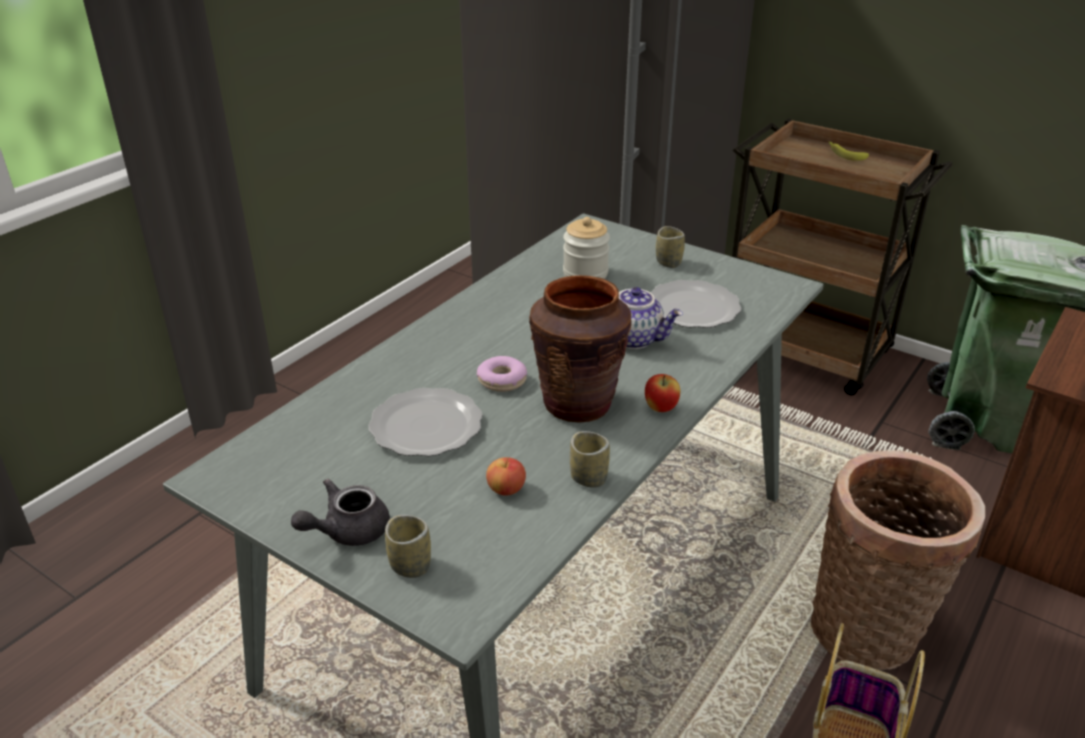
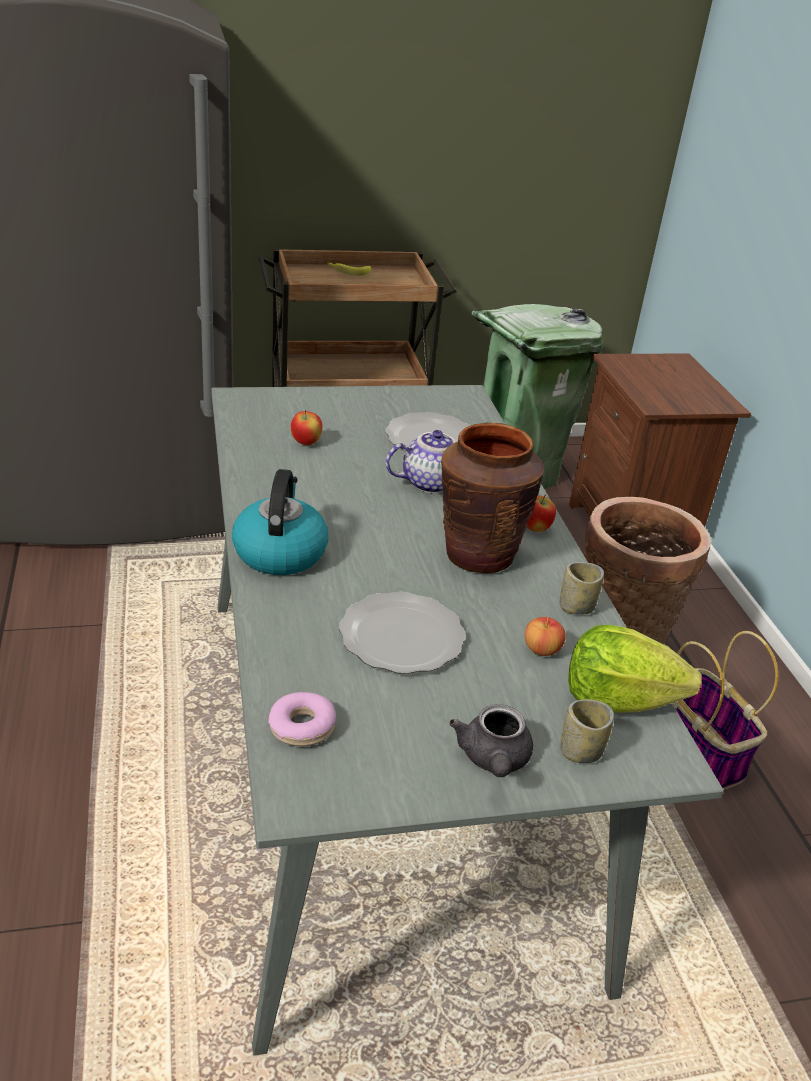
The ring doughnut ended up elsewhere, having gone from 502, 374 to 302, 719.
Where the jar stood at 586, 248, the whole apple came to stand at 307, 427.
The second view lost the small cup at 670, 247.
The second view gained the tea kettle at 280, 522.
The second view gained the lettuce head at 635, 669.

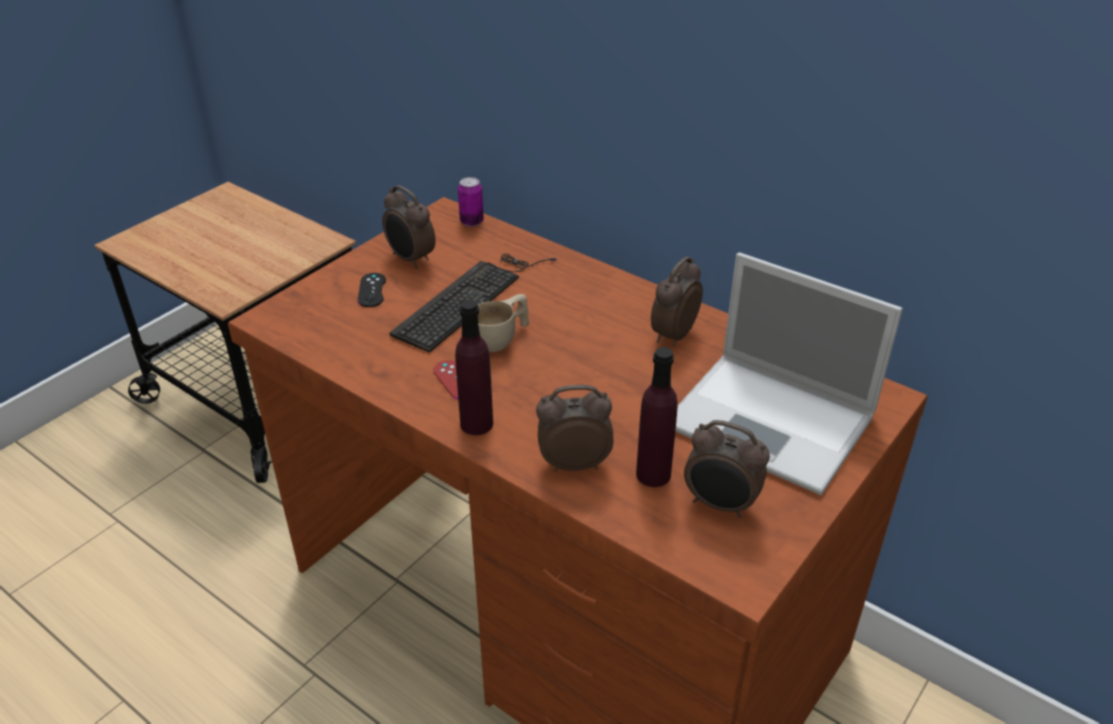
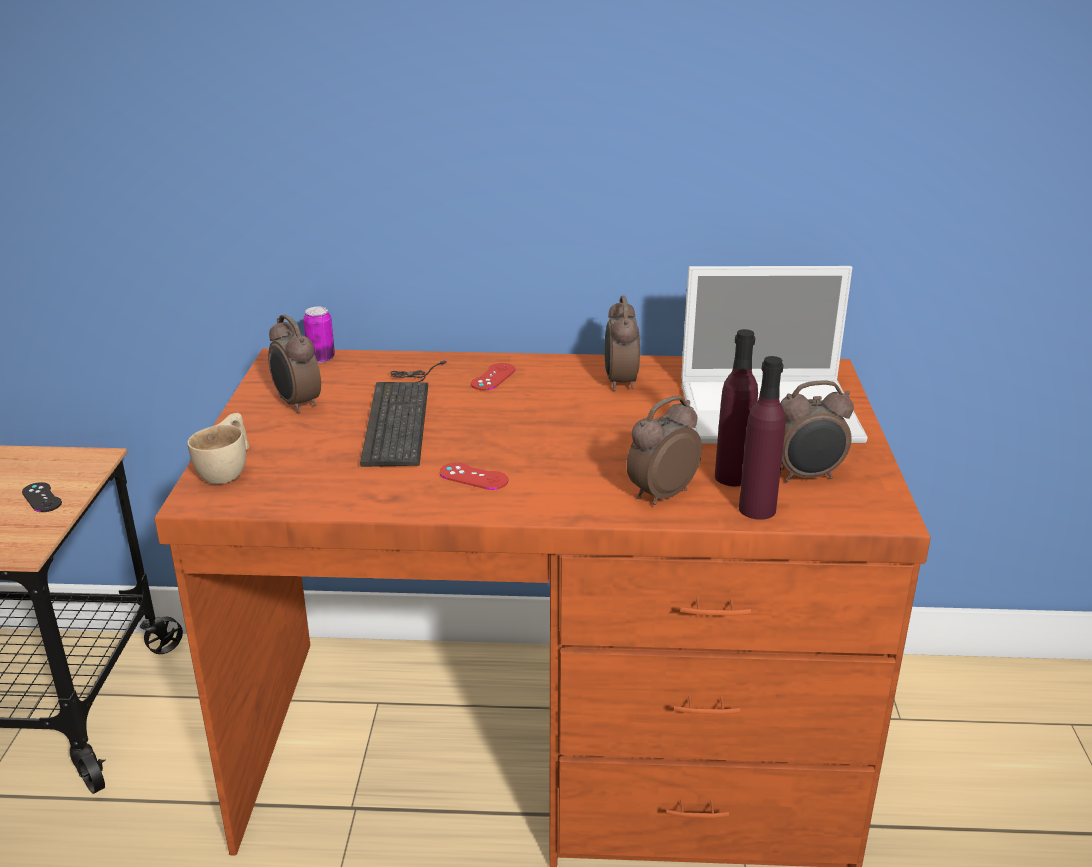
The blackish gamepad ended up elsewhere, having gone from 372, 290 to 42, 497.
The alarm clock at 409, 227 ended up facing another way, 45 degrees clockwise from before.
The purplish bottle ended up elsewhere, having gone from 474, 367 to 762, 438.
The beige-coloured small cup ended up elsewhere, having gone from 503, 323 to 218, 448.
The second view gained the red gamepad at 493, 376.

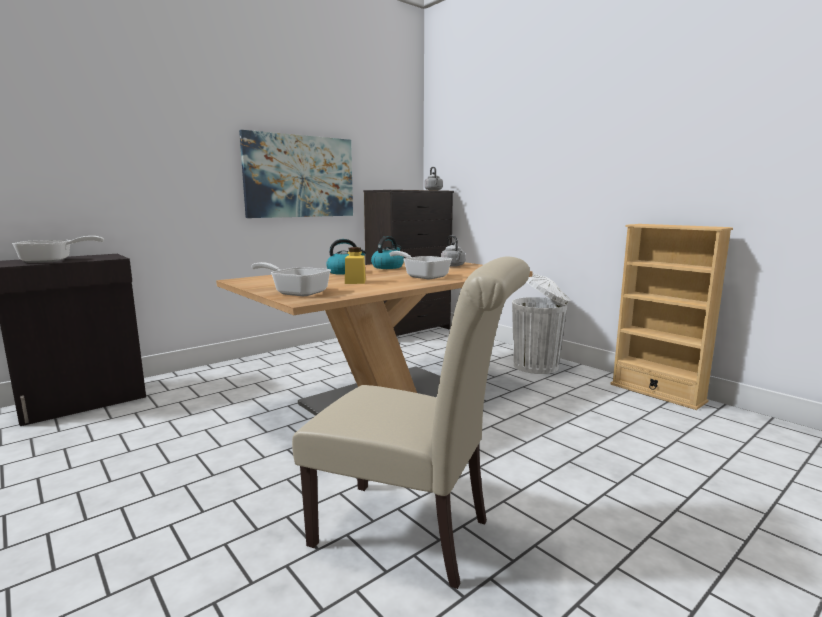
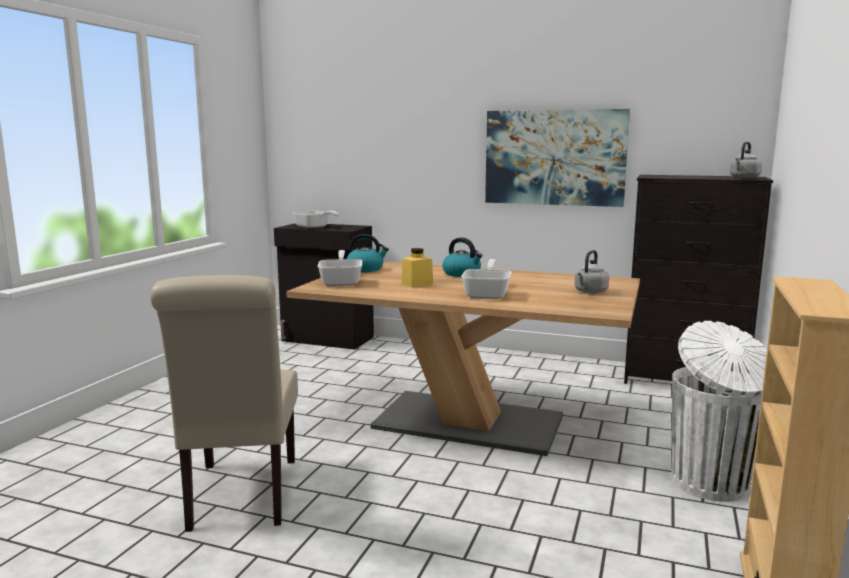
The tea kettle ended up elsewhere, having gone from 387, 252 to 368, 253.

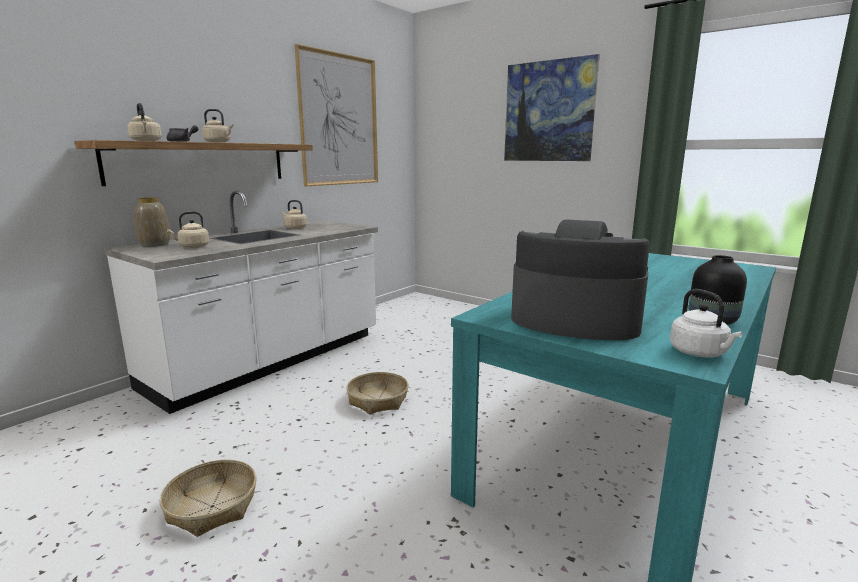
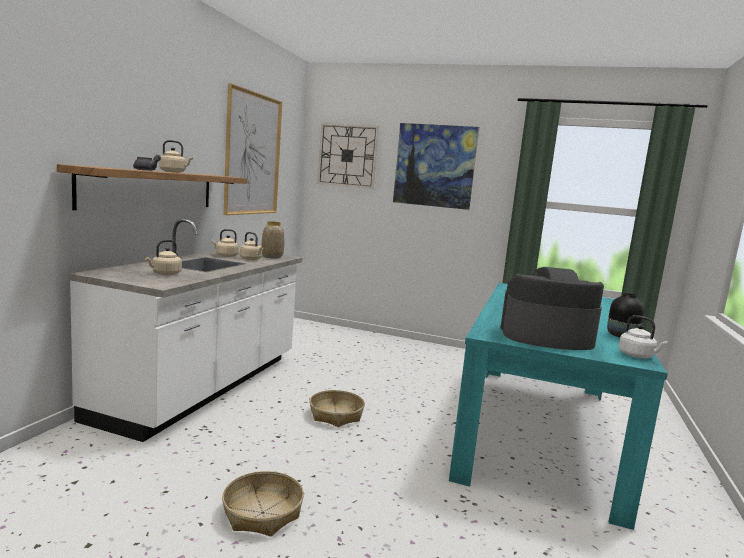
The beige-coloured tea kettle ended up elsewhere, having gone from 144, 122 to 251, 246.
The decorative vase ended up elsewhere, having gone from 152, 222 to 272, 239.
The second view gained the wall clock at 348, 156.

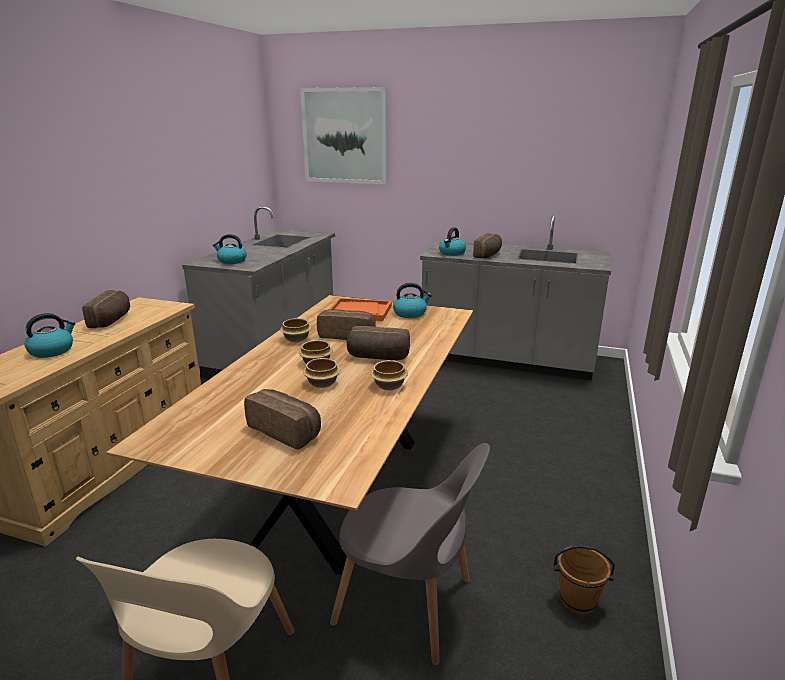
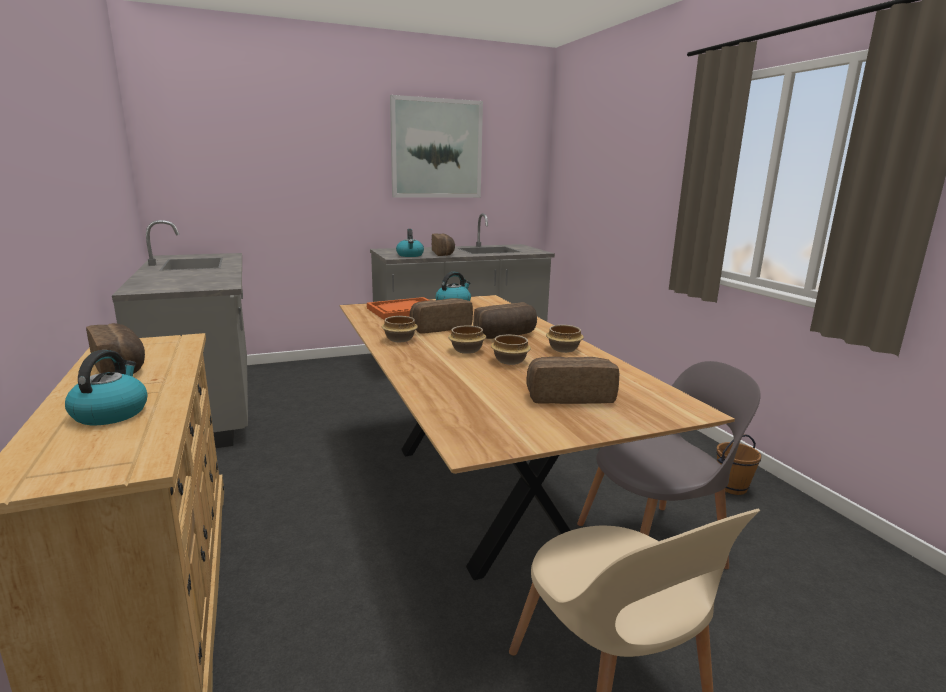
The second view lost the tea kettle at 229, 249.
The wall art ended up elsewhere, having gone from 343, 135 to 436, 146.

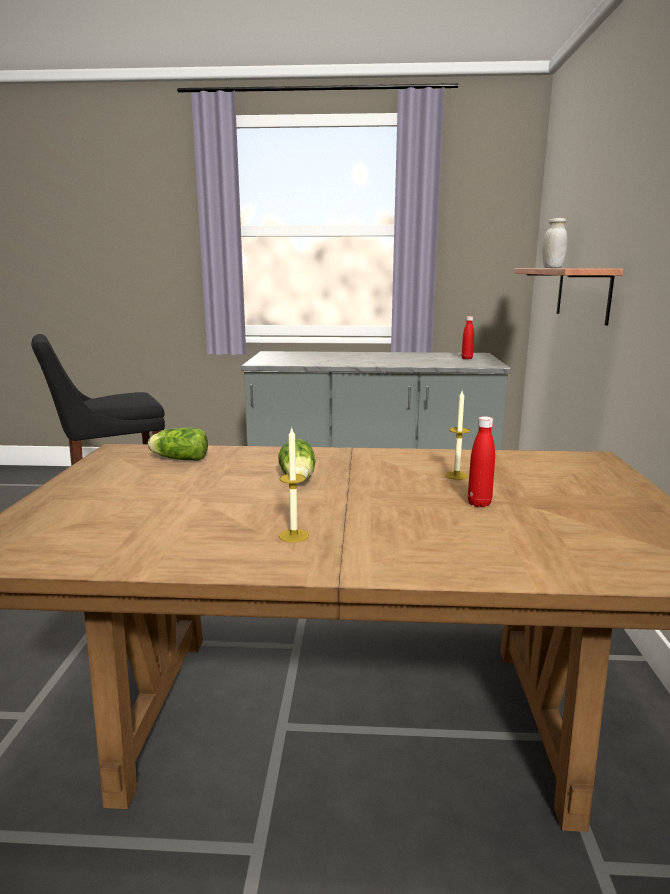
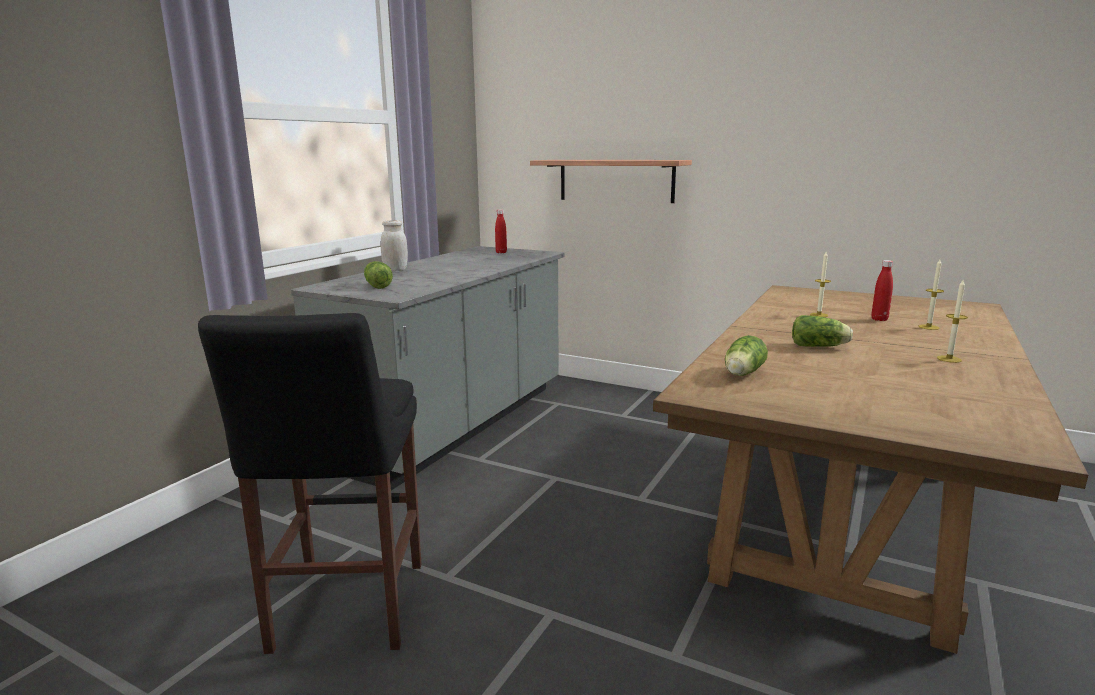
The white jar ended up elsewhere, having gone from 554, 243 to 394, 245.
The second view gained the lettuce head at 378, 275.
The second view gained the wax candle at 931, 294.

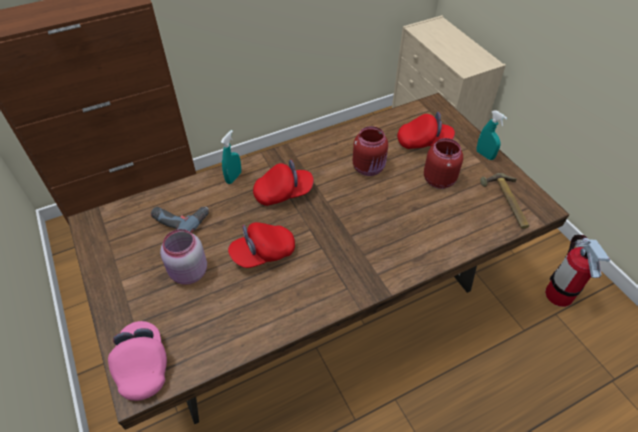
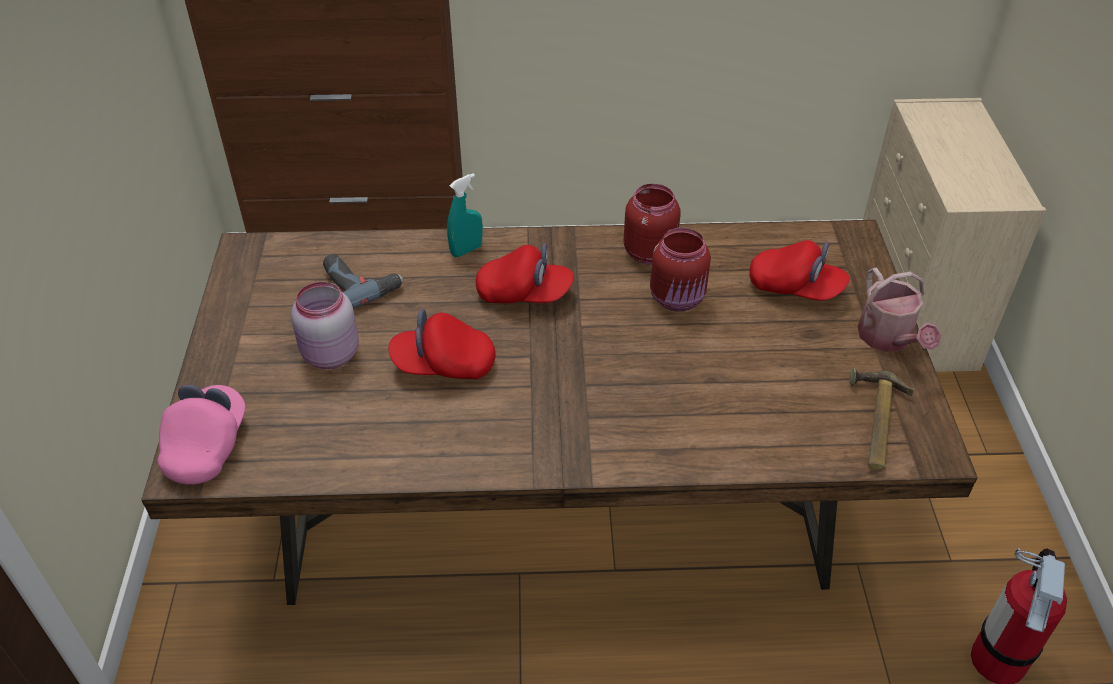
The red jar ended up elsewhere, having gone from 443, 163 to 652, 224.
Where the turquoise spray bottle stood at 491, 135, the watering pot came to stand at 900, 309.

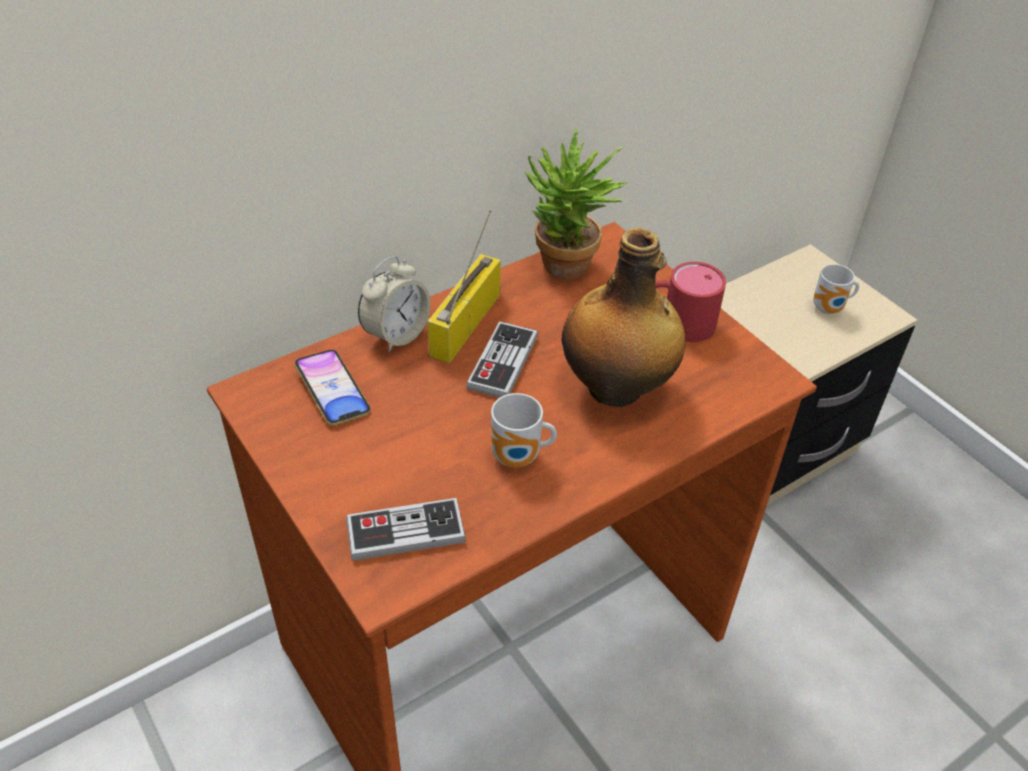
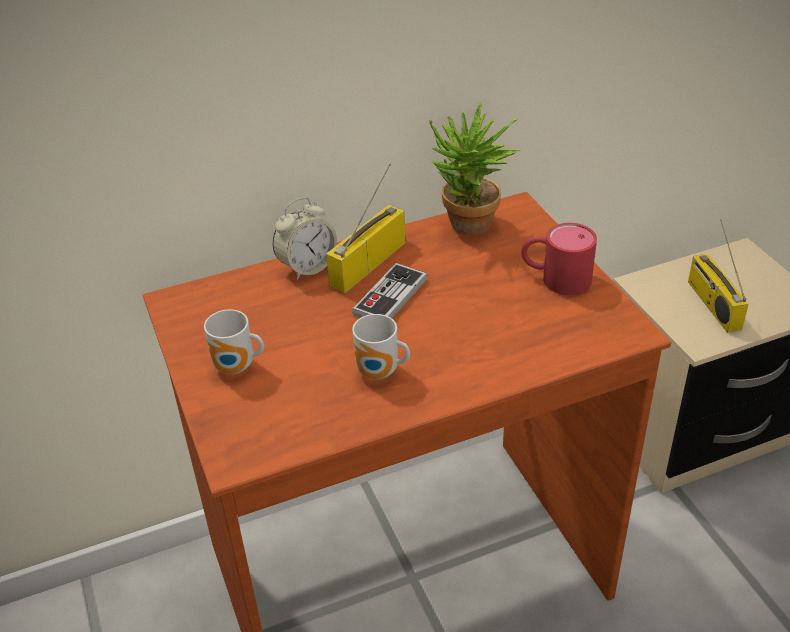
The second view lost the telephone at 332, 388.
The second view lost the gamepad at 406, 529.
The second view lost the bottle at 623, 317.
The tea mug ended up elsewhere, having gone from 836, 289 to 234, 341.
The second view gained the radio set at 718, 276.

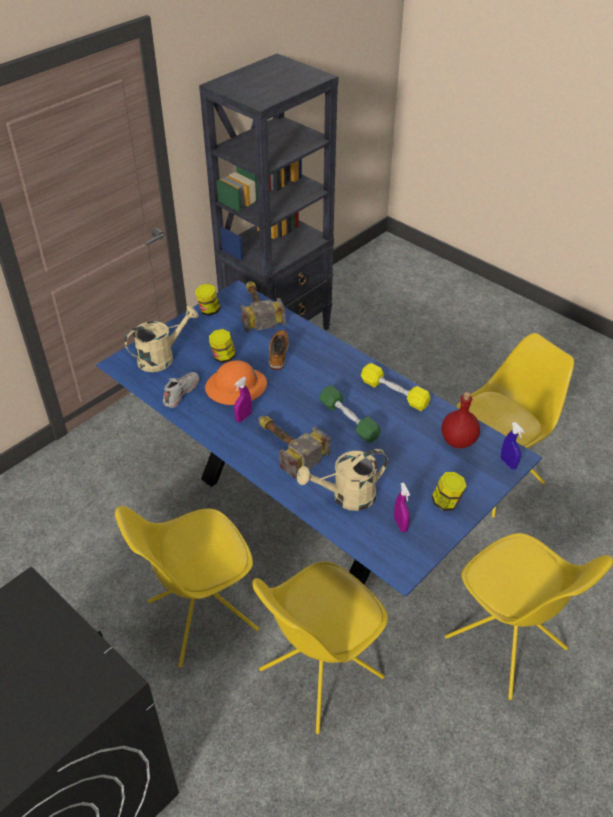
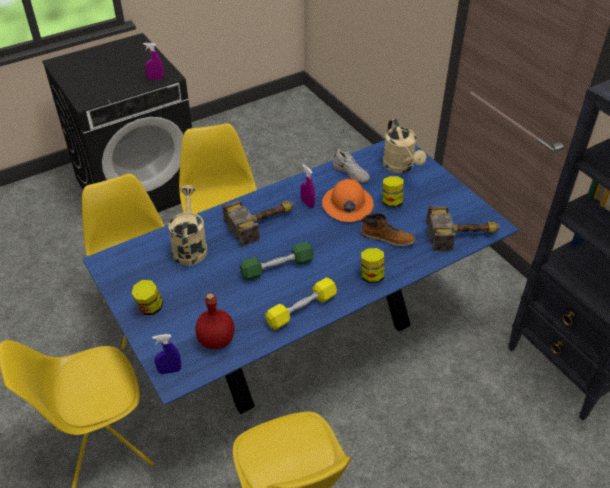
The jar ended up elsewhere, having gone from 208, 300 to 372, 265.
The purplish spray bottle ended up elsewhere, having gone from 402, 507 to 153, 61.

